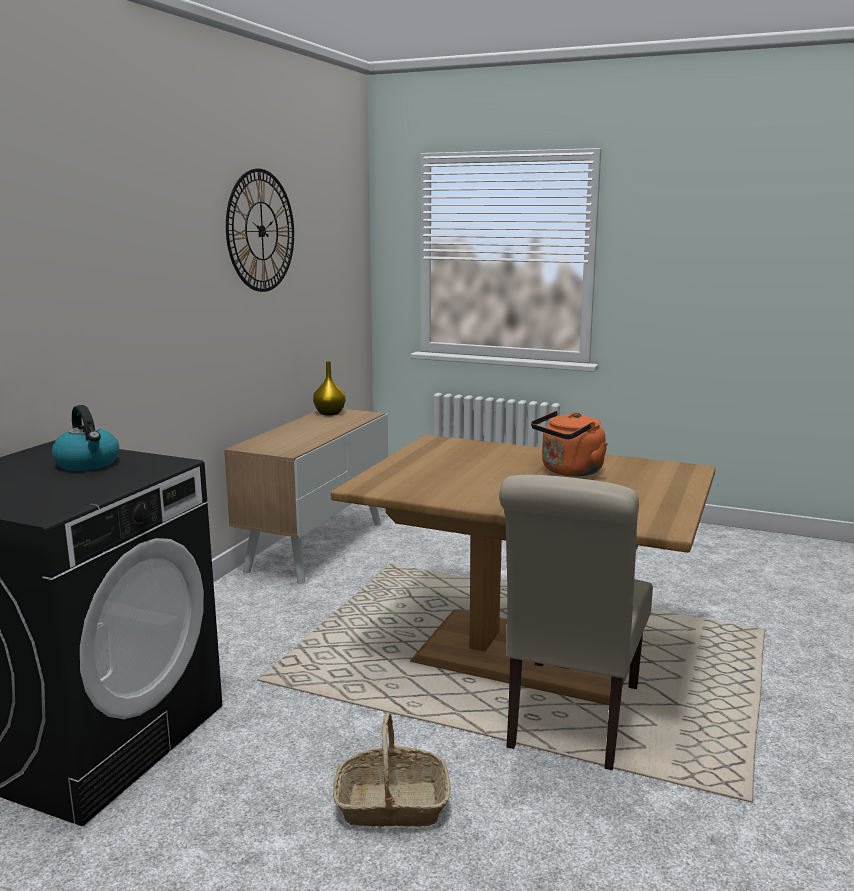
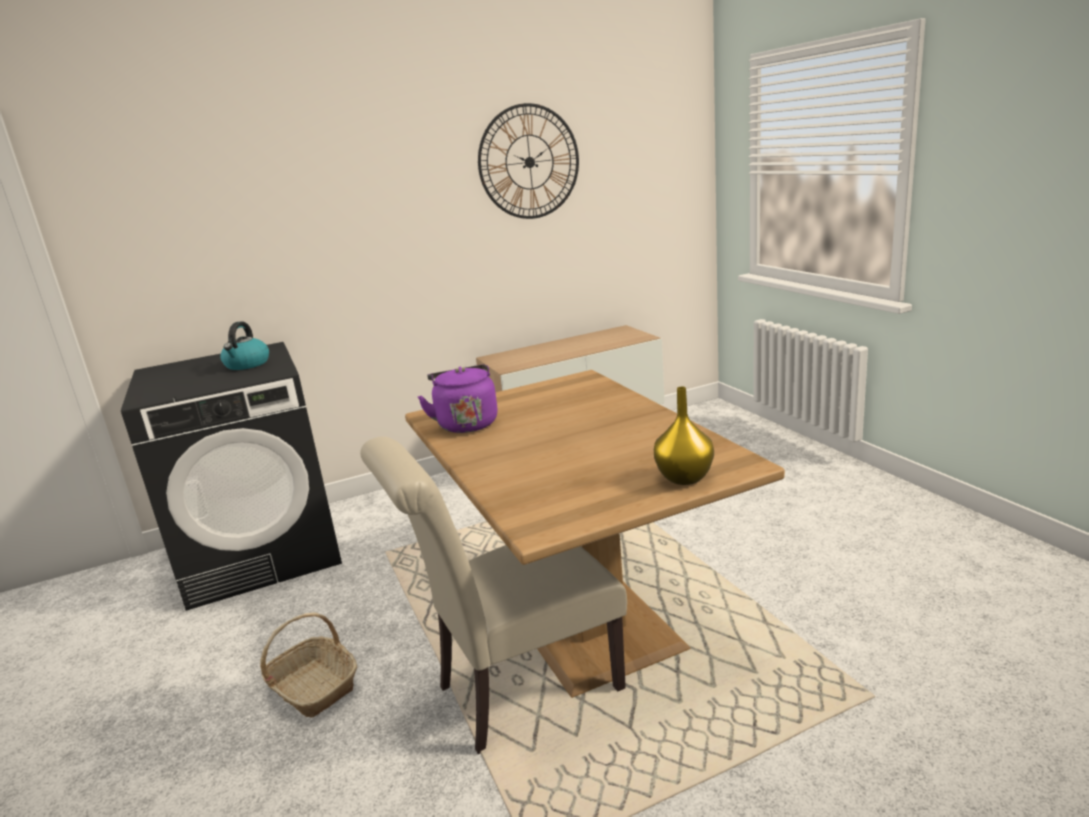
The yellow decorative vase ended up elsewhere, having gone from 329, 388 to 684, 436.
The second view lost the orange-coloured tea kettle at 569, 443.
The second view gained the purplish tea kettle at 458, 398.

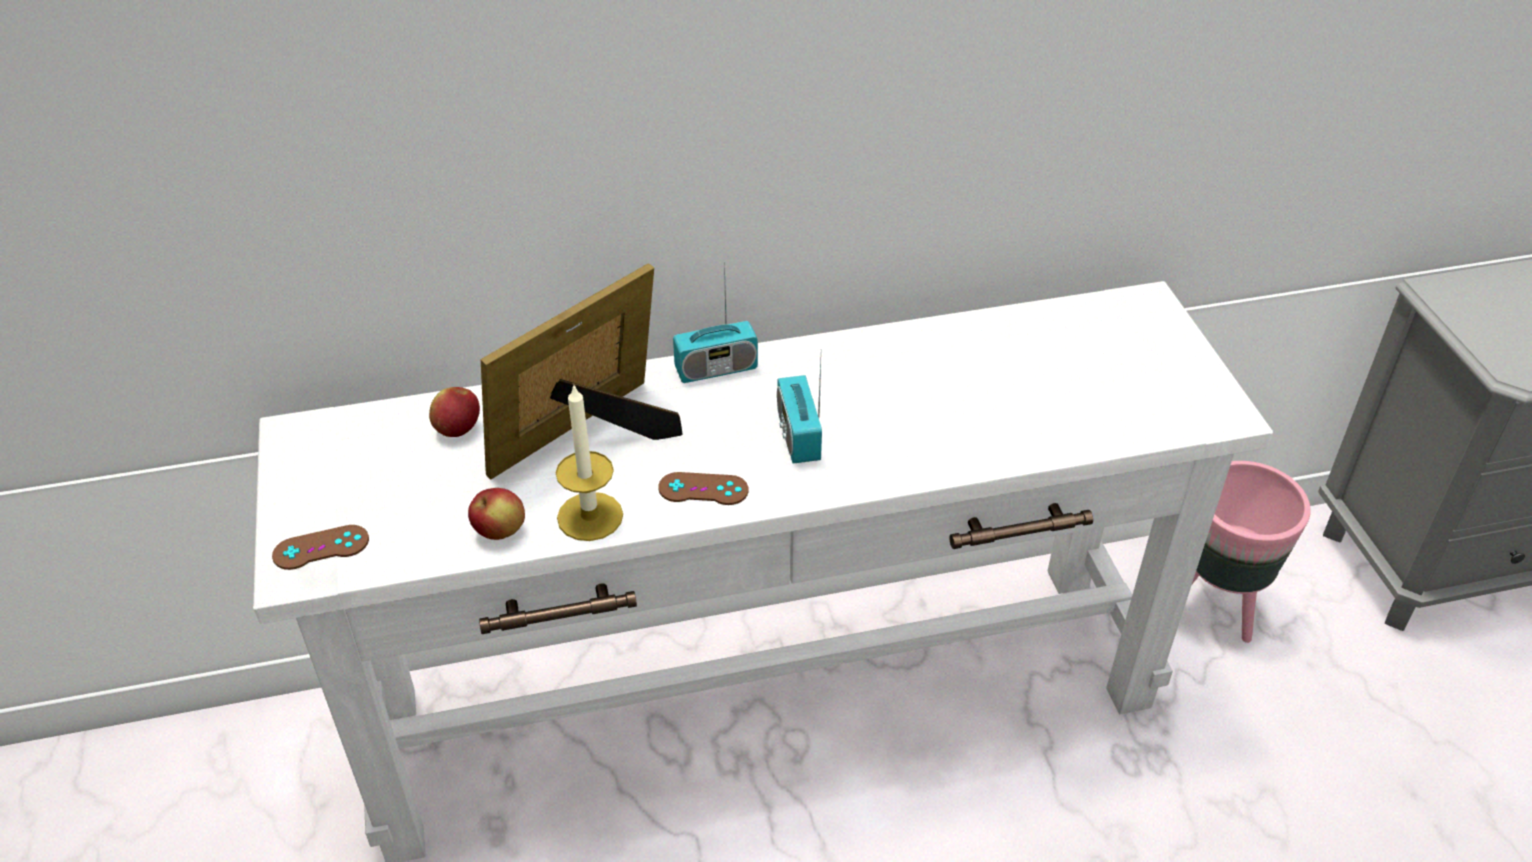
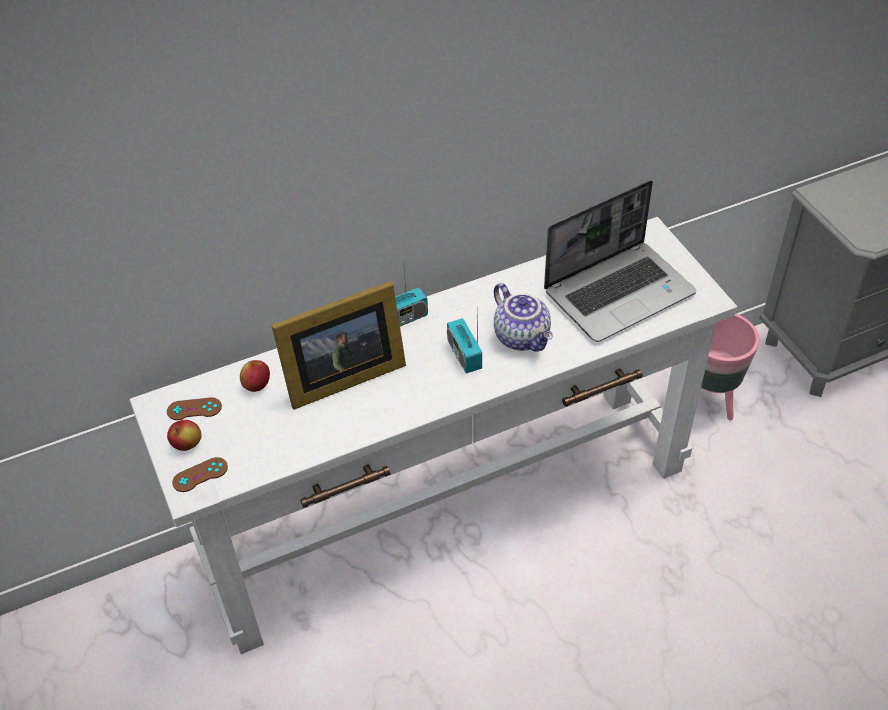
The whole apple ended up elsewhere, having gone from 496, 514 to 184, 435.
The photo frame at 581, 372 ended up facing another way, 150 degrees counterclockwise from before.
The second view lost the wax candle at 589, 462.
The brown gamepad ended up elsewhere, having gone from 703, 488 to 194, 408.
The second view gained the pot for tea at 523, 317.
The second view gained the notebook computer at 620, 261.

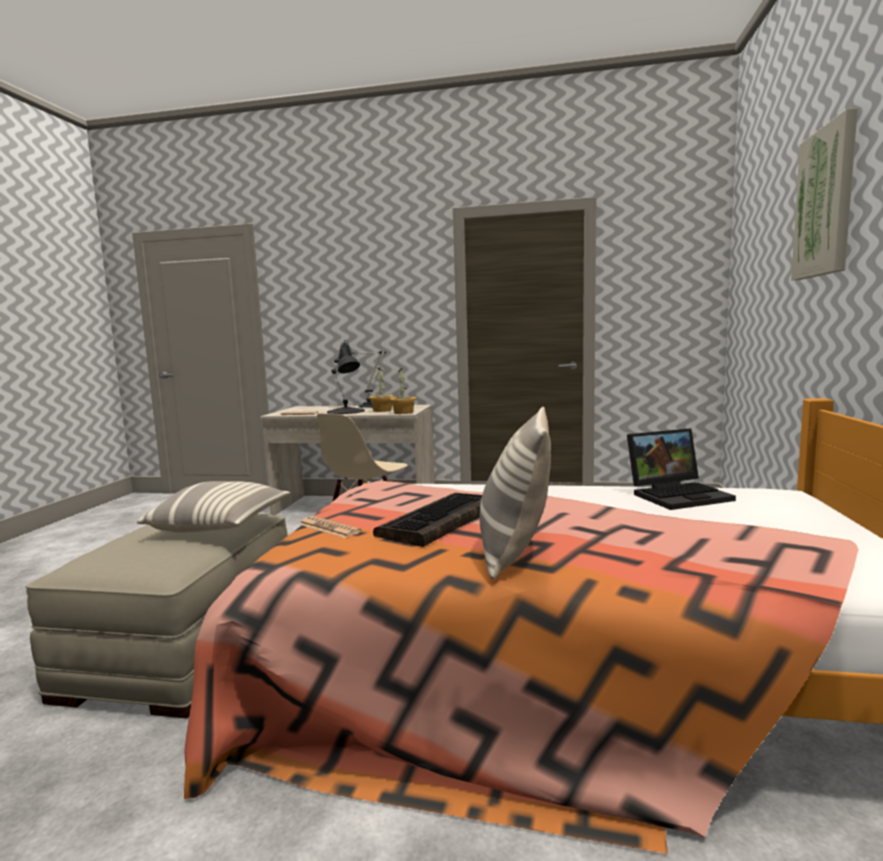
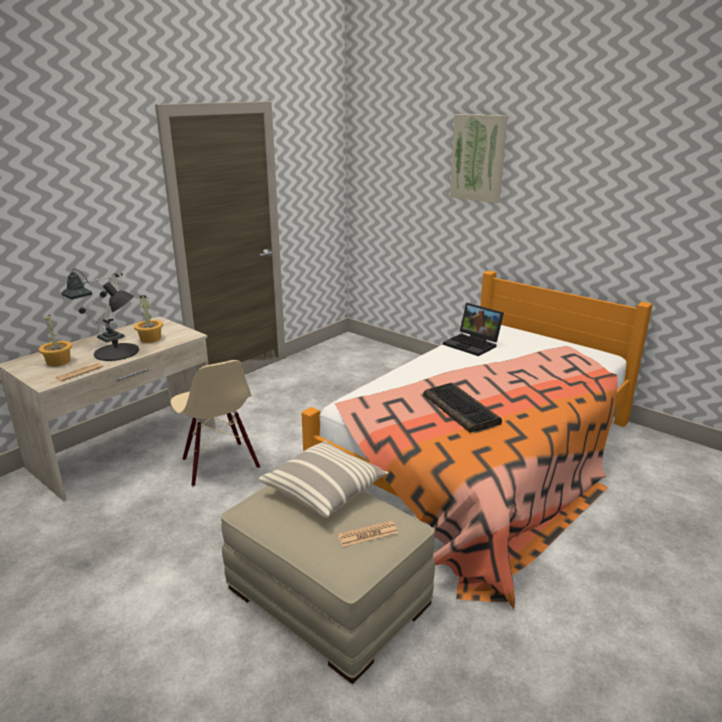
The printed paper ended up elsewhere, having gone from 330, 527 to 367, 534.
The plant in a pot ended up elsewhere, having gone from 403, 391 to 55, 340.
The second view lost the throw pillow at 515, 493.
The notebook computer at 681, 469 ended up facing another way, 120 degrees clockwise from before.

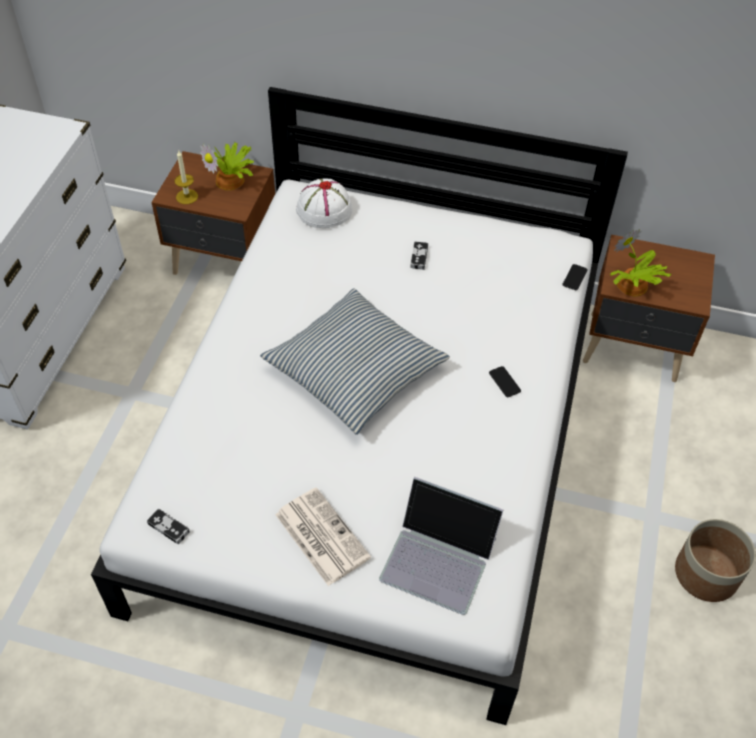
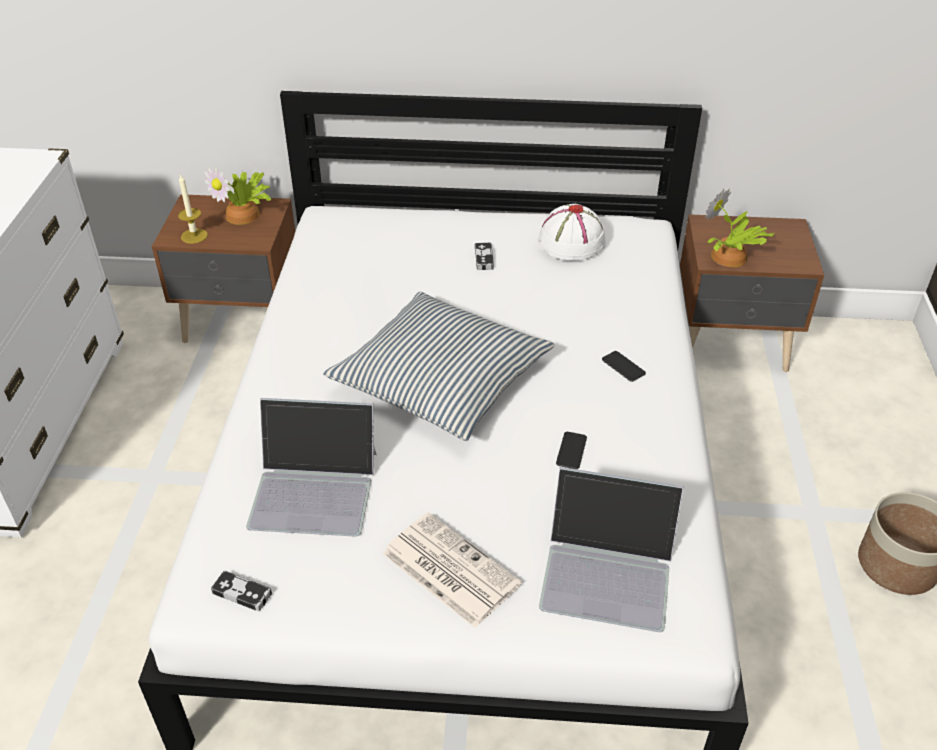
The white hat ended up elsewhere, having gone from 324, 203 to 572, 232.
The telephone ended up elsewhere, having gone from 575, 277 to 571, 450.
The second view gained the notebook computer at 311, 467.

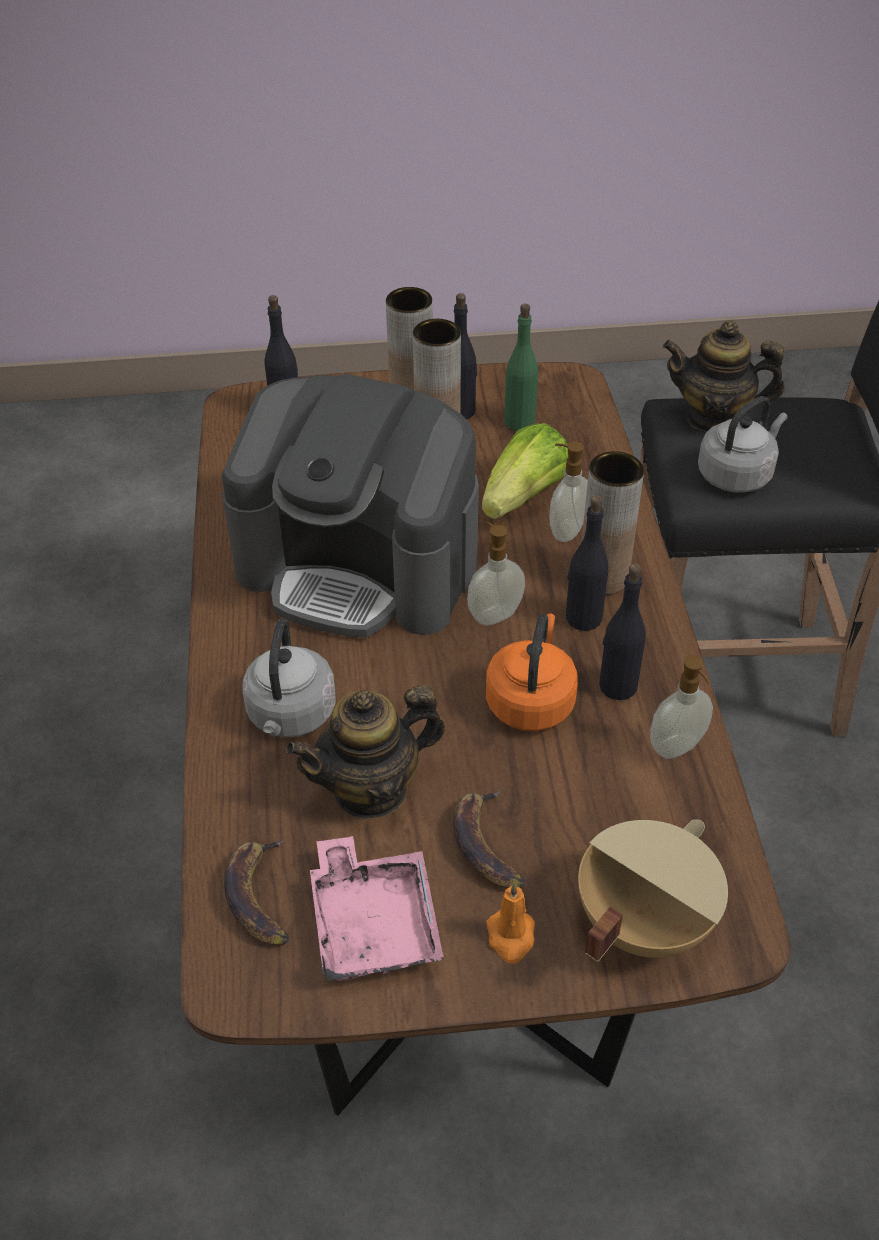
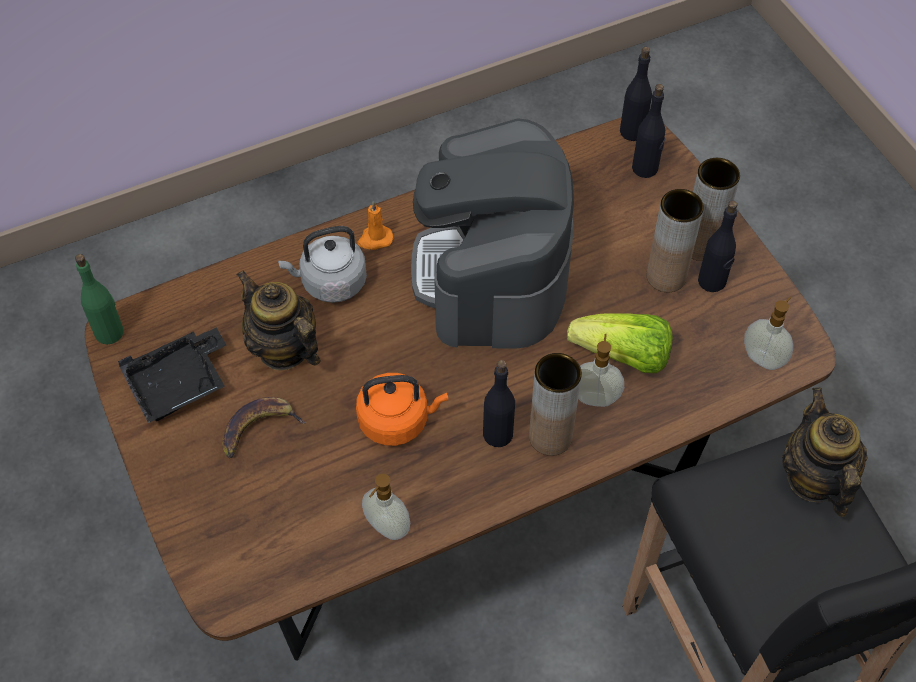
The second view lost the whole banana at 256, 892.
What was the pinkish serving tray at 377, 908 turned into the blackish serving tray at 172, 375.
The soap dispenser ended up elsewhere, having gone from 496, 573 to 768, 333.
The orange-coloured wax candle ended up elsewhere, having gone from 510, 923 to 375, 225.
The green bottle ended up elsewhere, having gone from 521, 367 to 99, 299.
The second view lost the beige-coloured stockpot at 653, 890.
The blackish bottle ended up elsewhere, having gone from 622, 632 to 636, 94.
The second view lost the grey tea kettle at 742, 444.

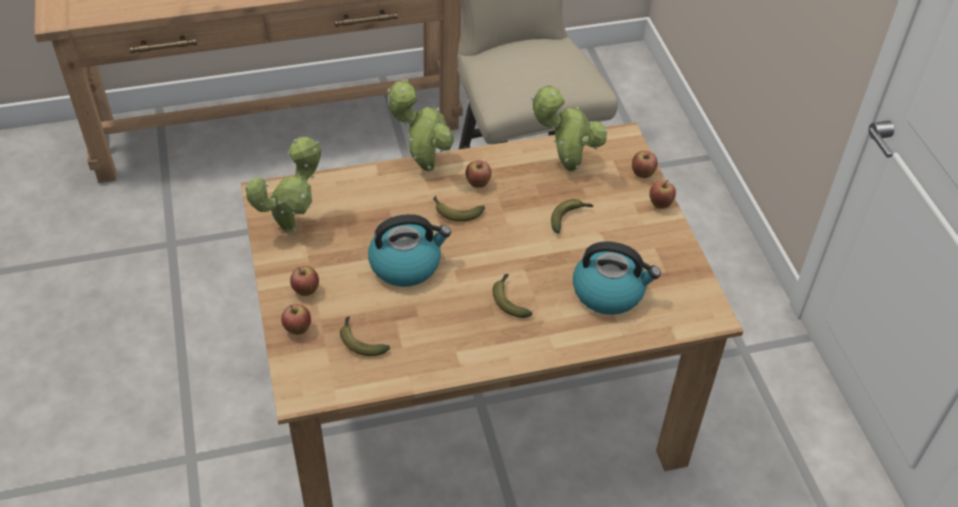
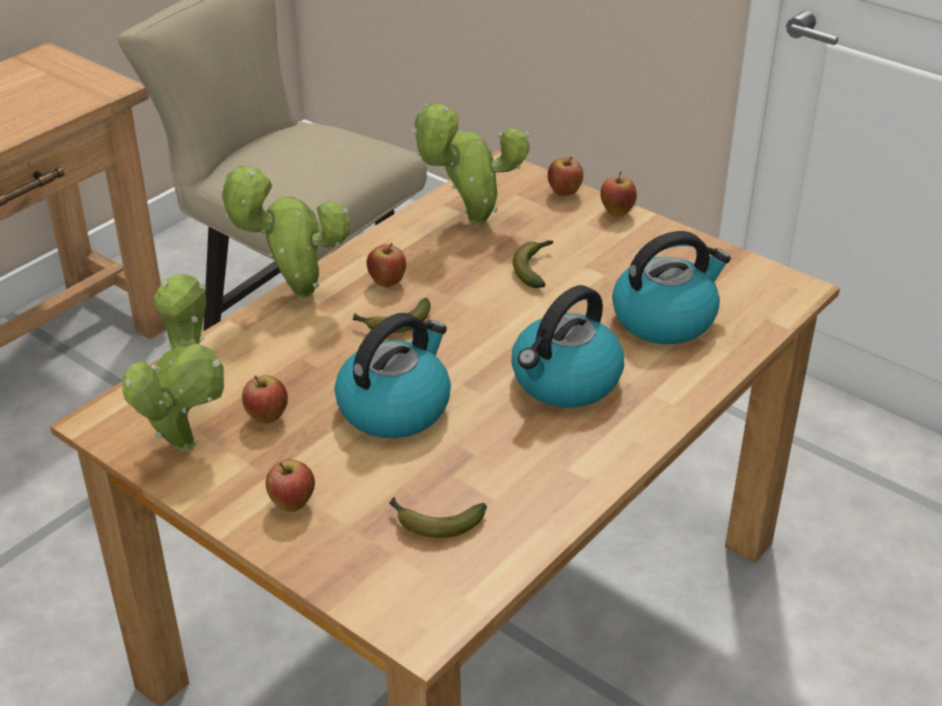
The whole apple ended up elsewhere, having gone from 296, 319 to 265, 399.
Where the whole banana stood at 512, 296, the tea kettle came to stand at 567, 346.

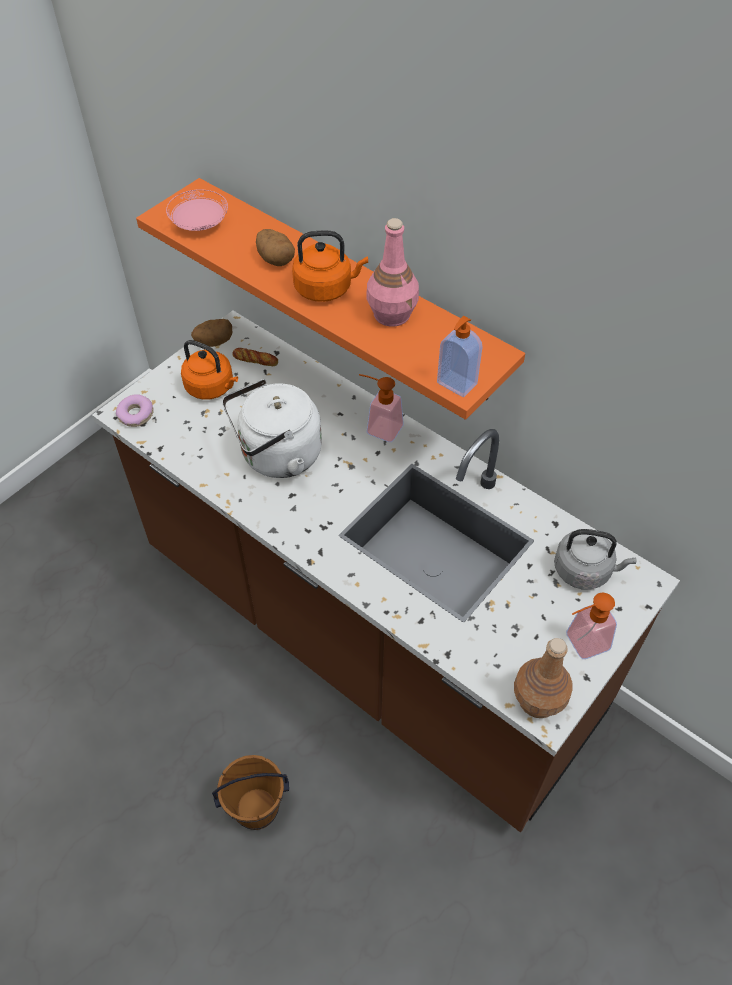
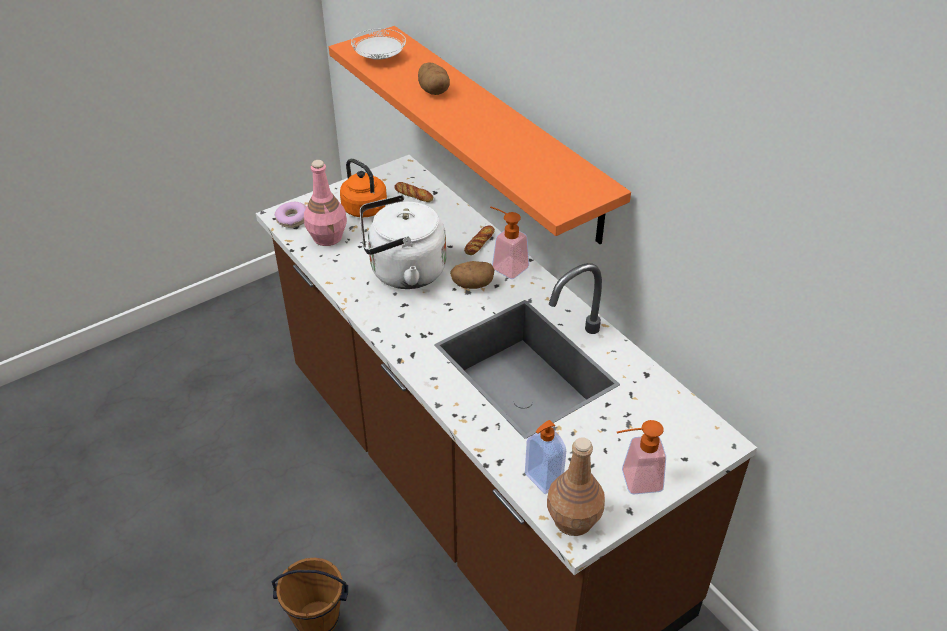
What was the pinkish dinner plate at 197, 210 turned into the white dinner plate at 378, 44.
The spud ended up elsewhere, having gone from 211, 333 to 472, 275.
The second view lost the orange-coloured tea kettle at 330, 266.
The pinkish bottle ended up elsewhere, having gone from 393, 272 to 325, 203.
The soap dispenser ended up elsewhere, having gone from 460, 356 to 545, 457.
The second view lost the grey tea kettle at 595, 559.
The second view gained the bread at 479, 240.

